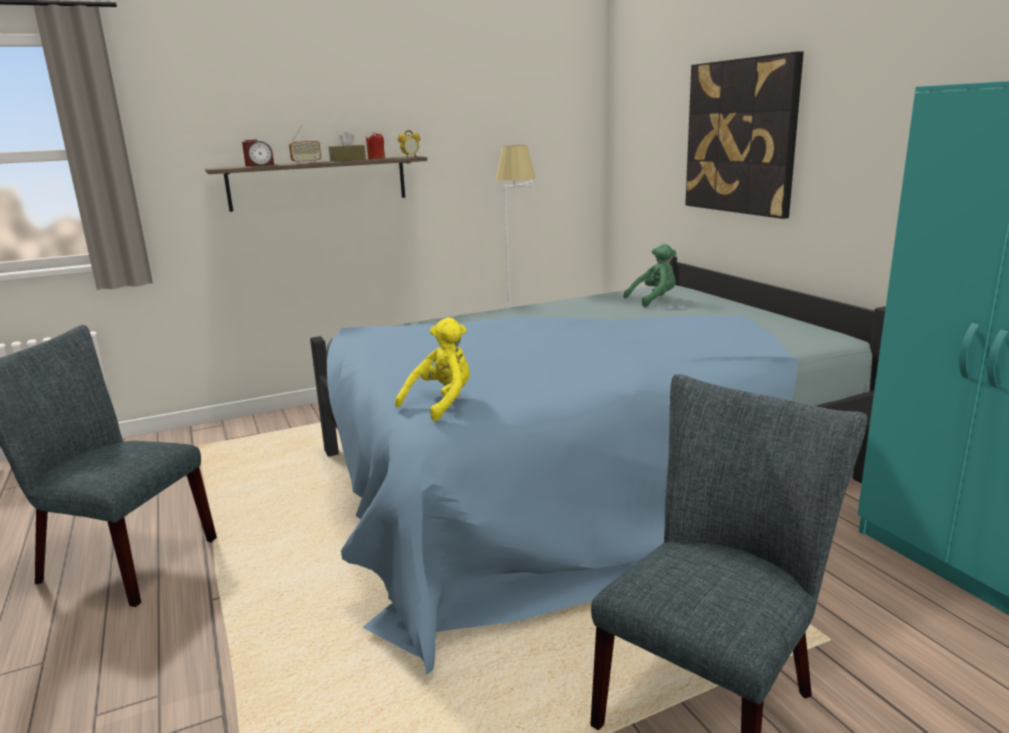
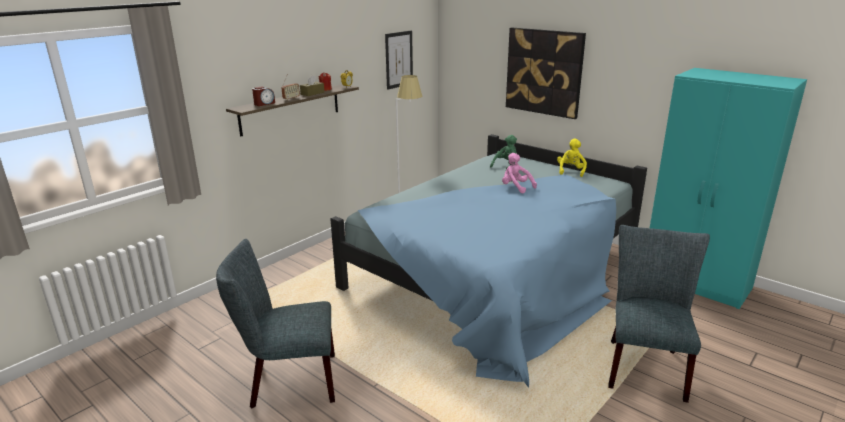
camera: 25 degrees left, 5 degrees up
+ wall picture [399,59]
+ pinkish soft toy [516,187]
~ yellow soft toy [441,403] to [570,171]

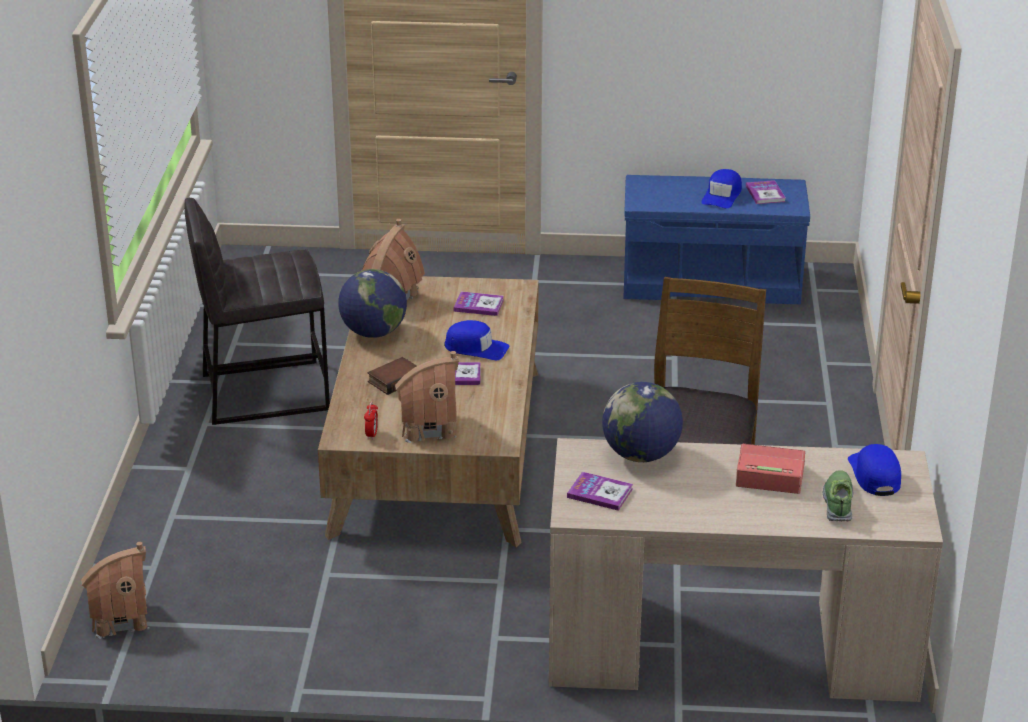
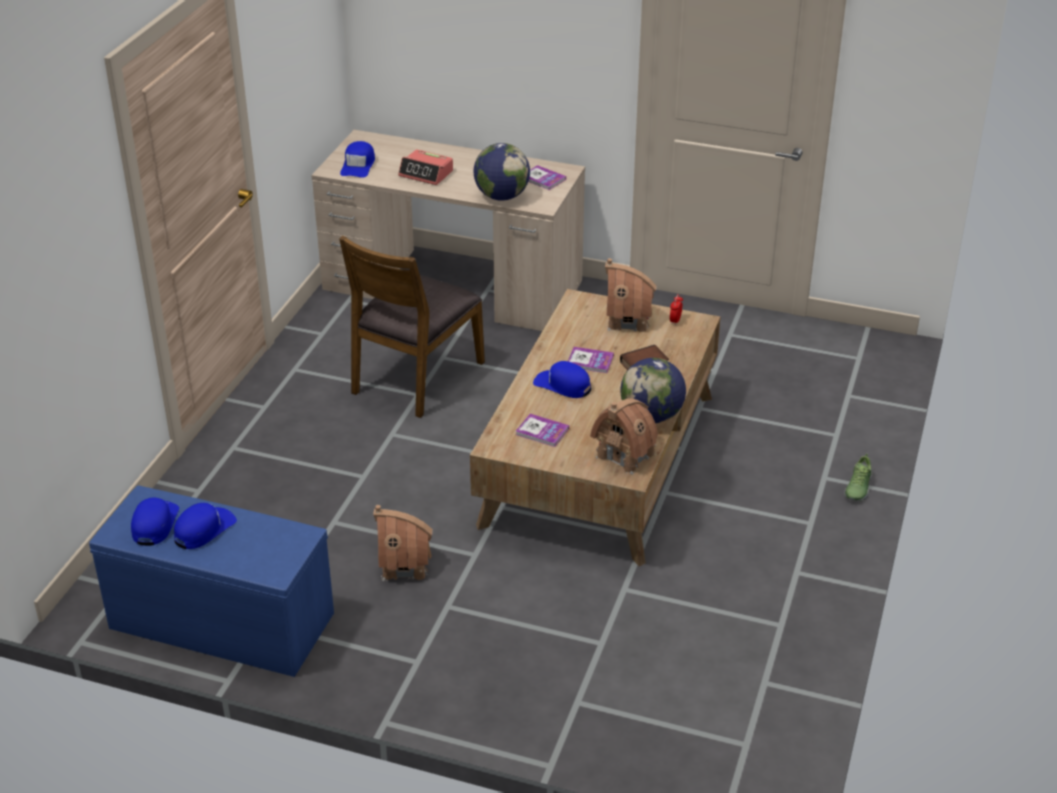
camera: 165 degrees left, 5 degrees up
~ book [765,194] to blue-coloured baseball cap [154,524]
~ miniature house [121,618] to [405,565]
~ shoe [839,503] to [857,488]
- greyish stool seat [264,391]

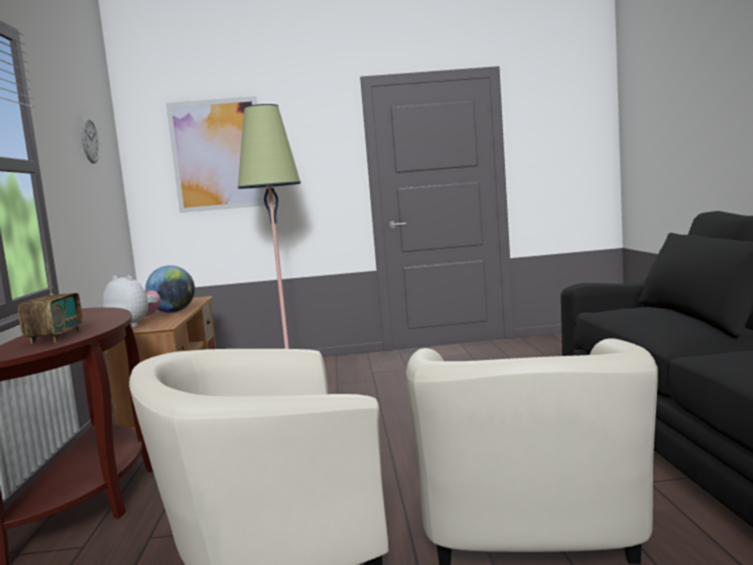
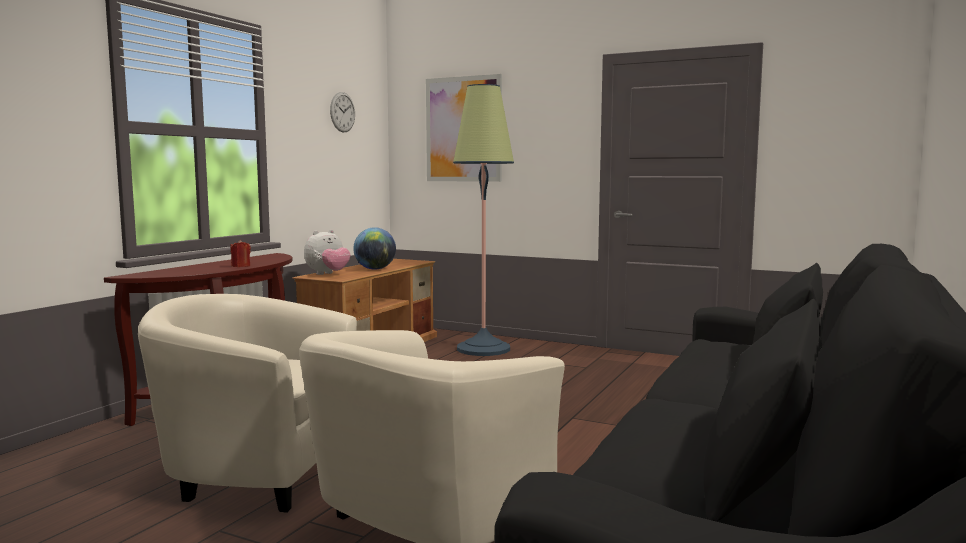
camera: 30 degrees right, 0 degrees up
+ red wax candle [240,266]
~ soft toy [134,325] = [328,274] 75 degrees clockwise
- radio [55,337]

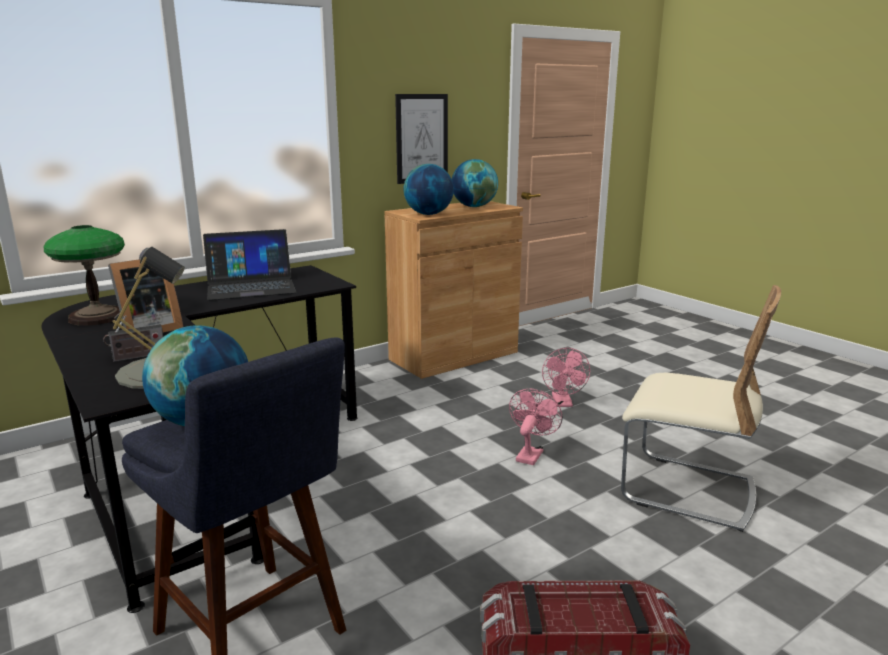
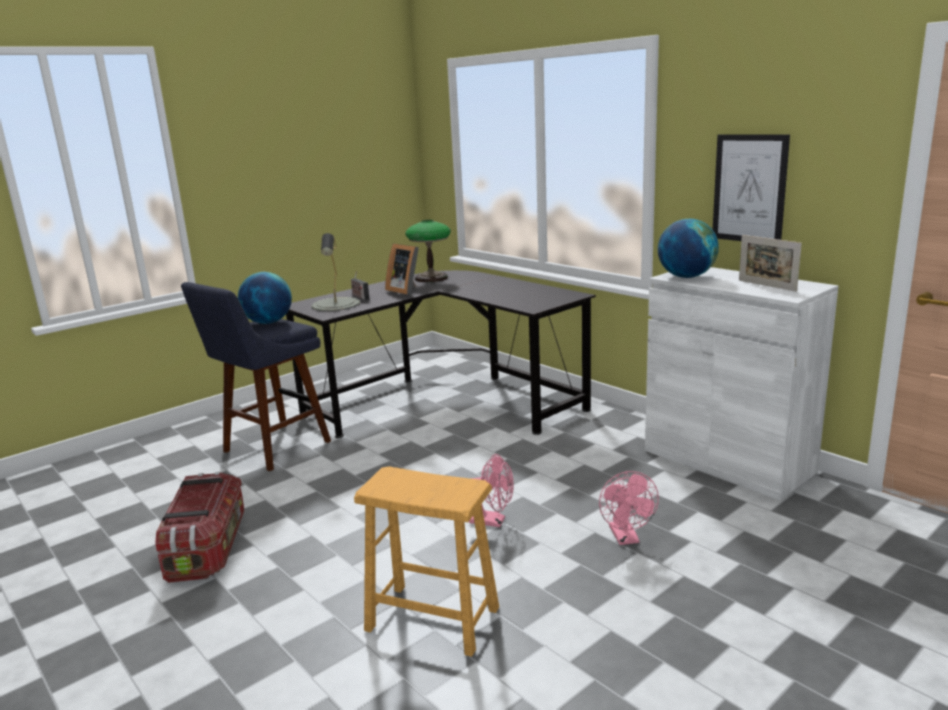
camera: 85 degrees right, 0 degrees up
~ sand-coloured plain chair [687,490] to brown stool seat [432,619]
~ pinkish electric fan [563,403] = [626,538] 90 degrees counterclockwise
~ brown cabinet [454,356] to white-coloured cabinet [727,461]
~ desk globe [474,206] to photo frame [766,285]
- notebook computer [251,286]

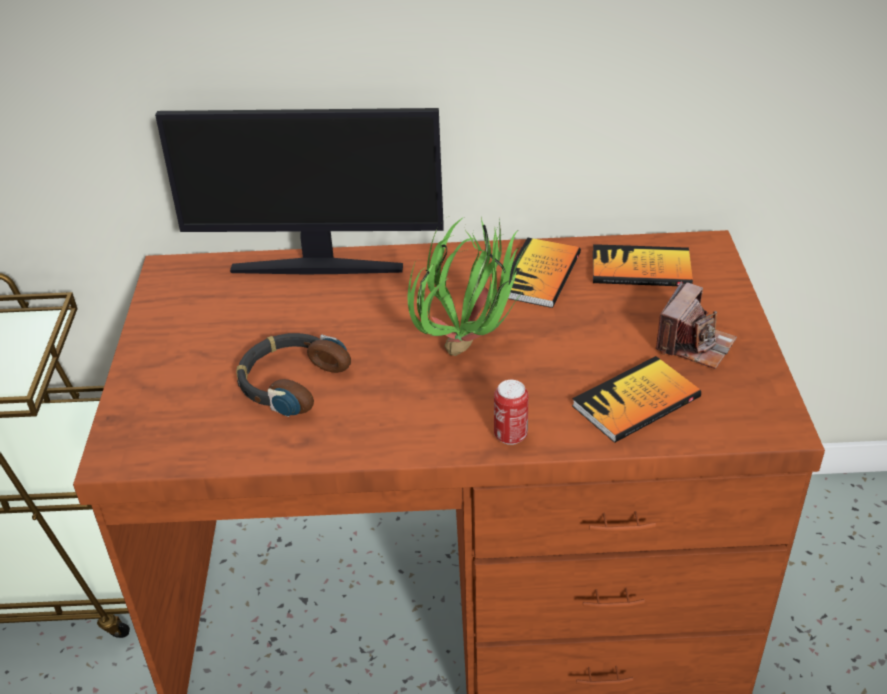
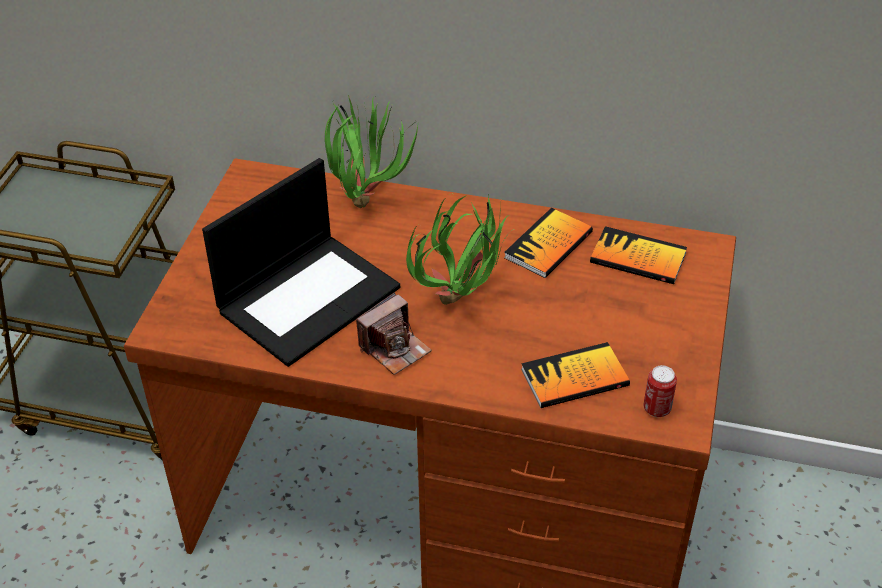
camera: 15 degrees right, 5 degrees up
~ headset [290,381] to notebook computer [309,297]
~ monitor [317,266] to houseplant [367,197]
~ photo camera [694,344] to [394,348]
~ sealed can [510,435] to [657,409]

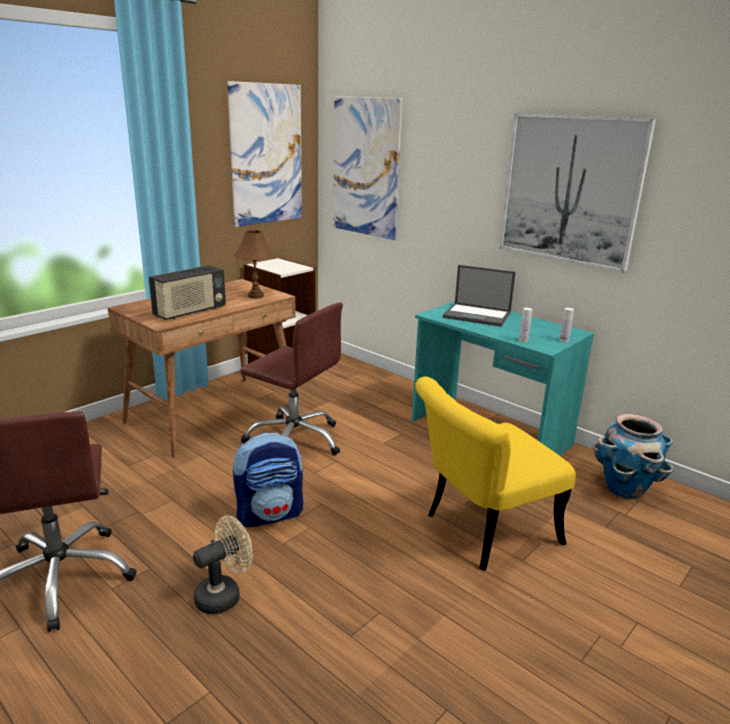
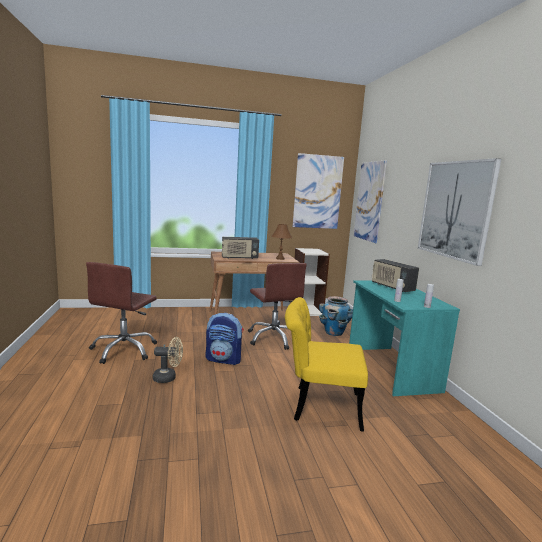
camera: 35 degrees right, 10 degrees down
~ flower pot [624,489] to [334,333]
~ notebook computer [478,315] to radio [392,287]

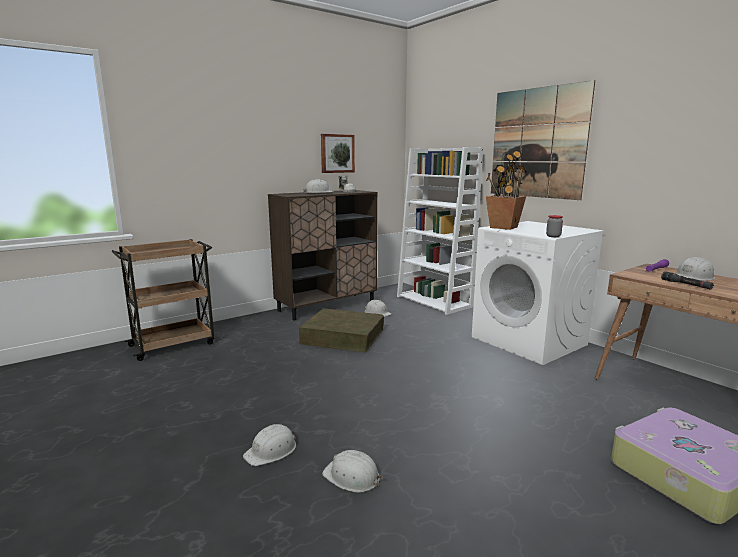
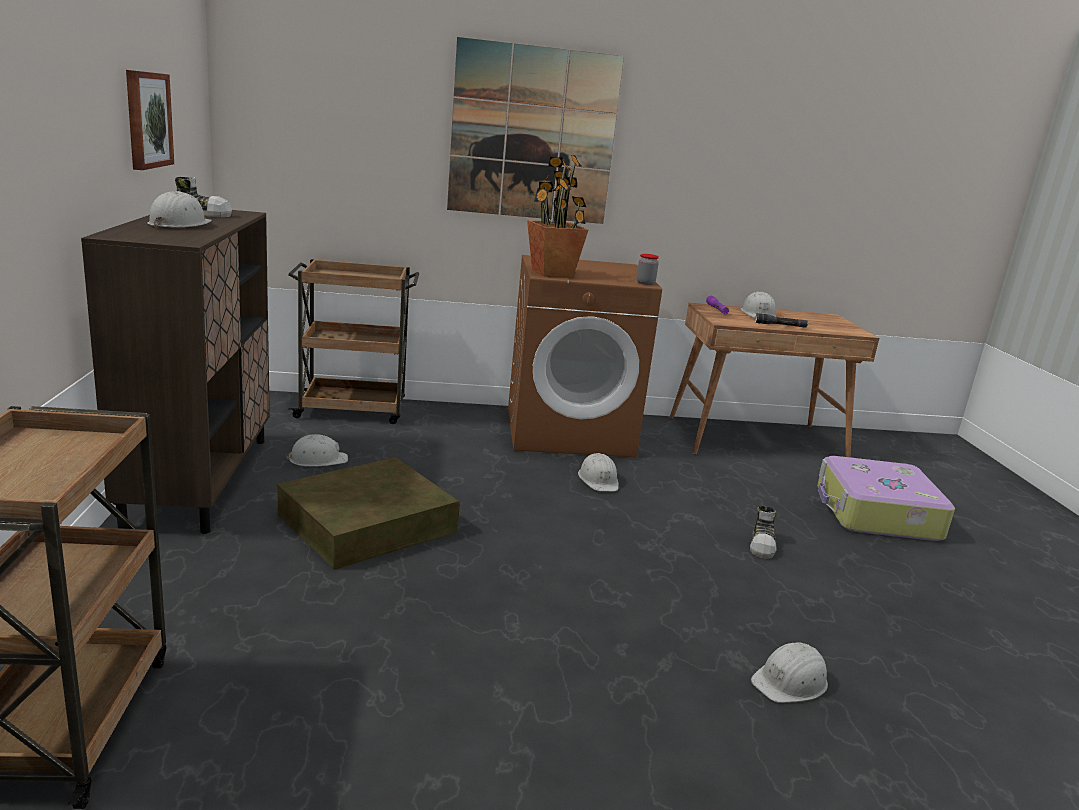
camera: 60 degrees left, 5 degrees up
~ white-coloured bookcase [434,301] to brown cart [353,410]
~ white-coloured laundry machine [529,341] to brown laundry machine [569,432]
~ white-coloured safety helmet [271,451] to [598,480]
+ shoe [763,545]

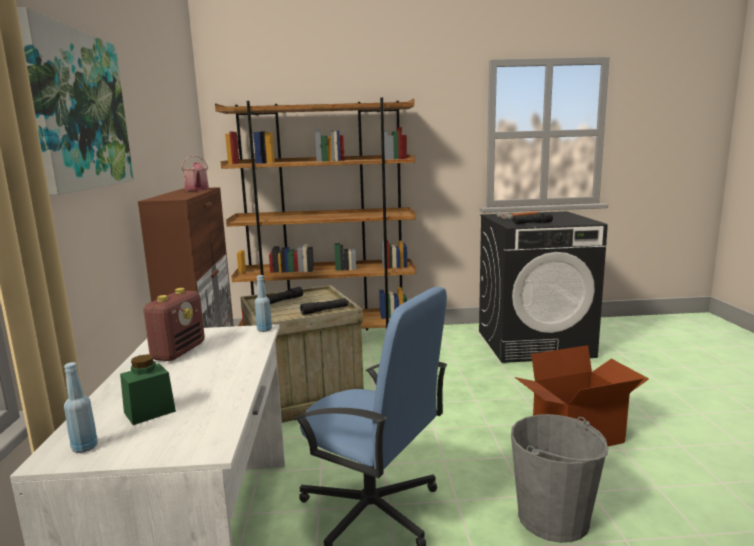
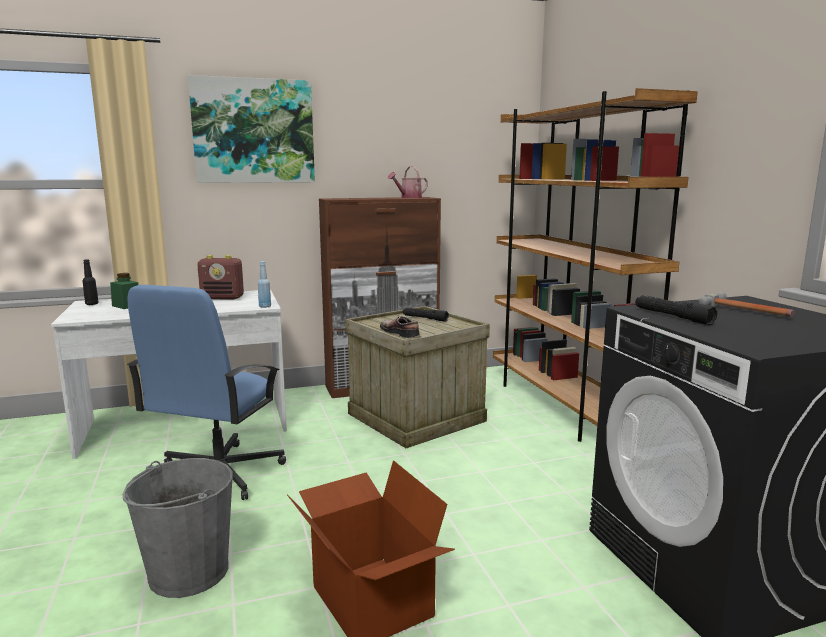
camera: 75 degrees right, 0 degrees up
~ blue-coloured bottle [85,447] to blackish bottle [92,304]
~ blackish flashlight [325,310] to shoe [401,333]

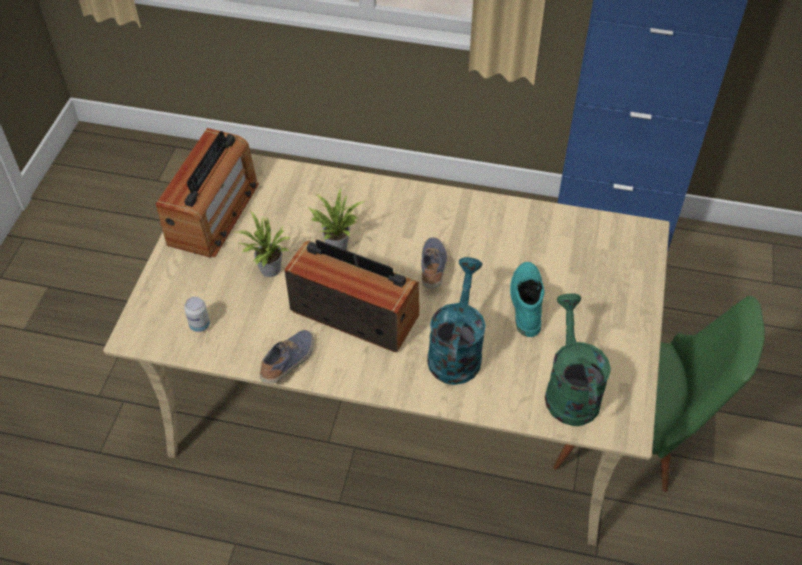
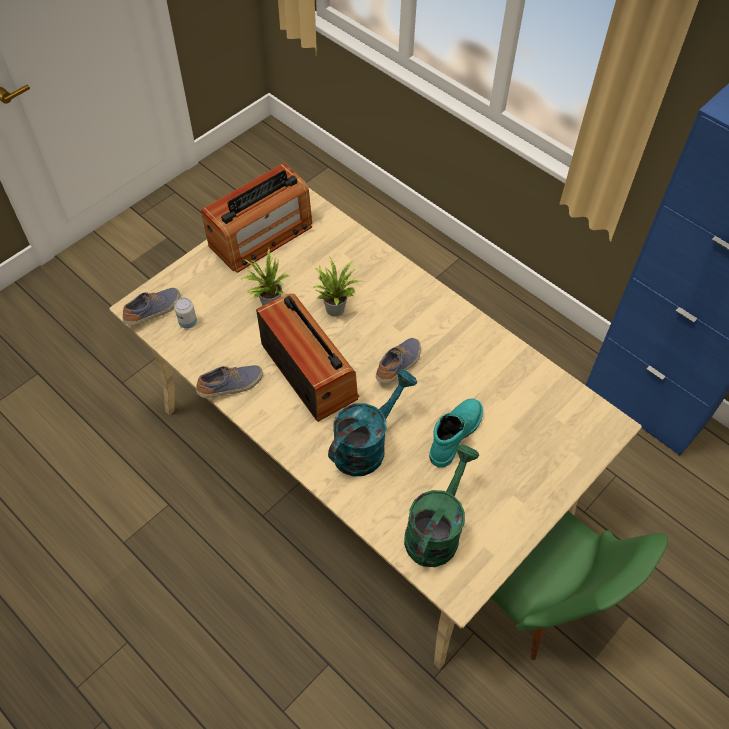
camera: 30 degrees right, 5 degrees up
+ shoe [154,312]

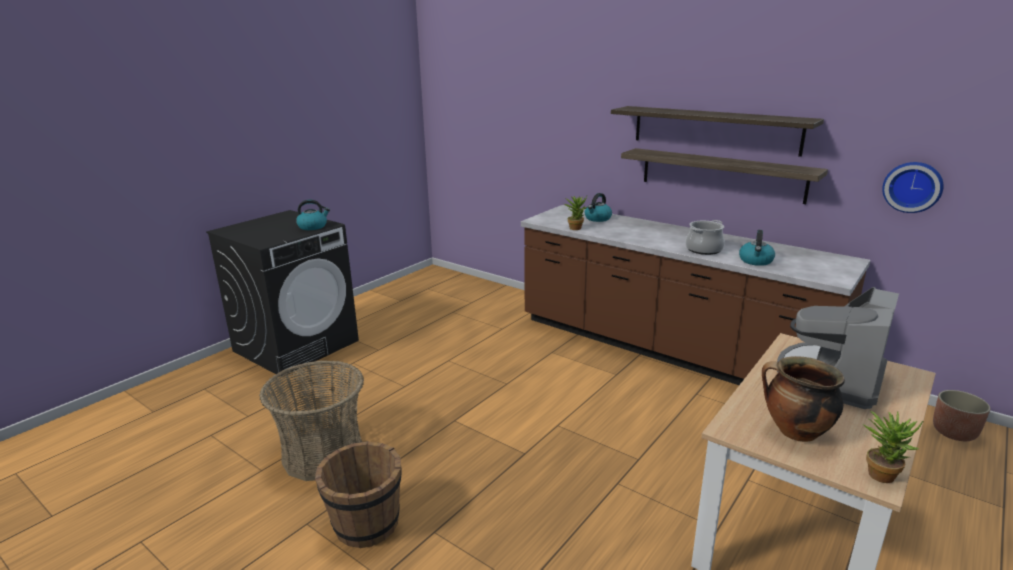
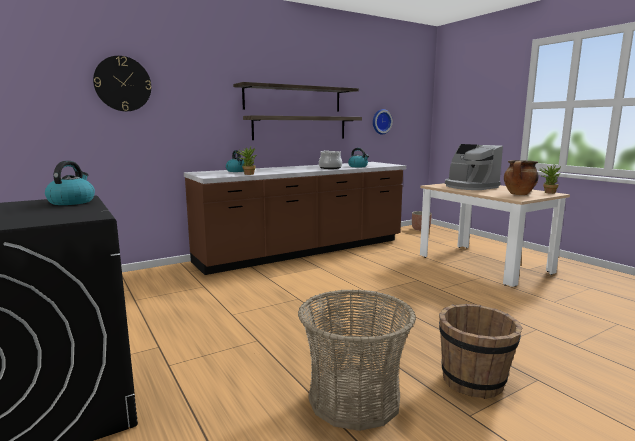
camera: 70 degrees left, 10 degrees down
+ clock on the wall [123,84]

